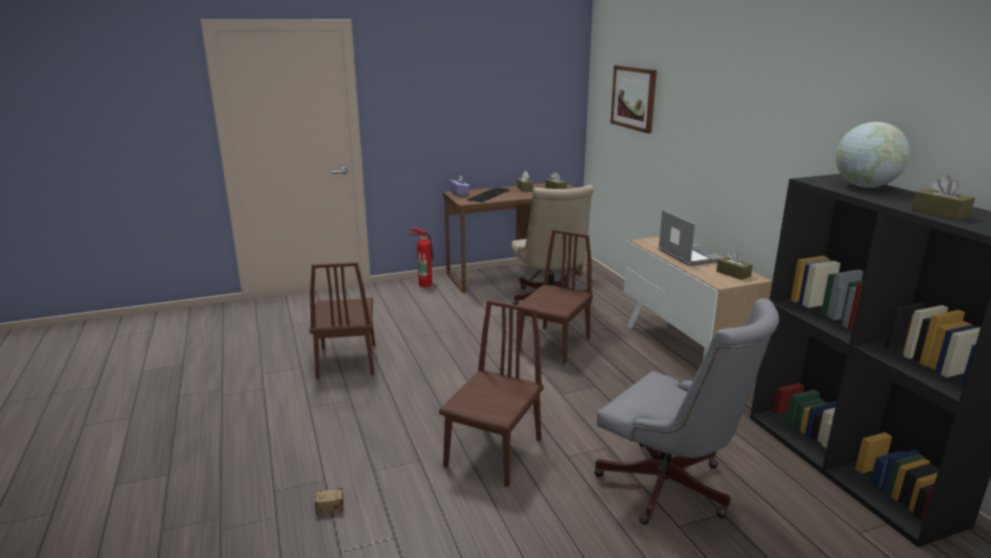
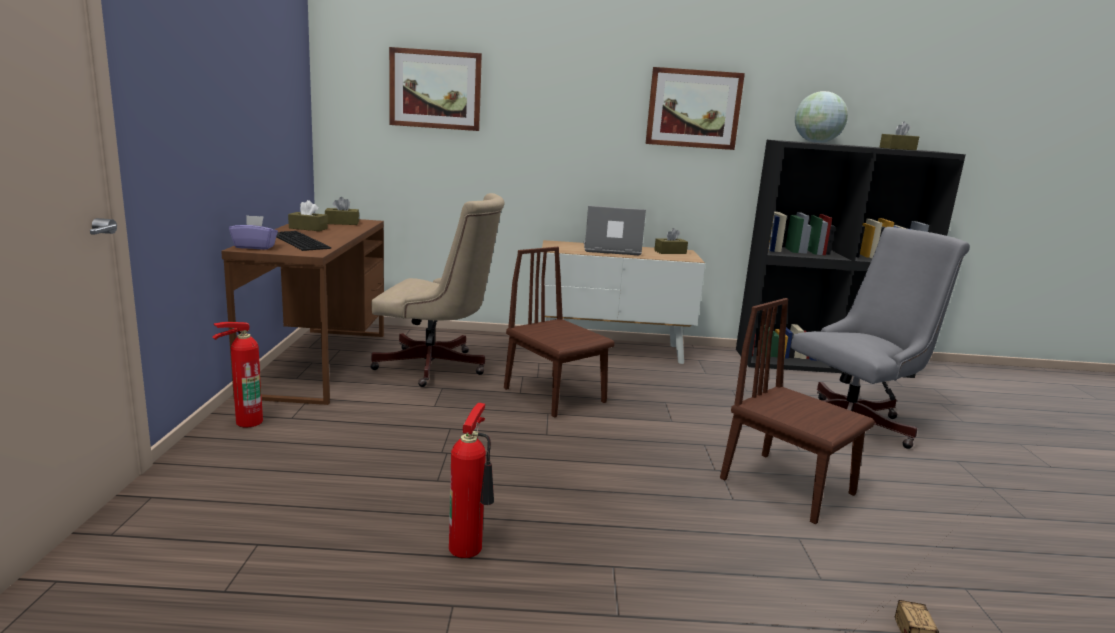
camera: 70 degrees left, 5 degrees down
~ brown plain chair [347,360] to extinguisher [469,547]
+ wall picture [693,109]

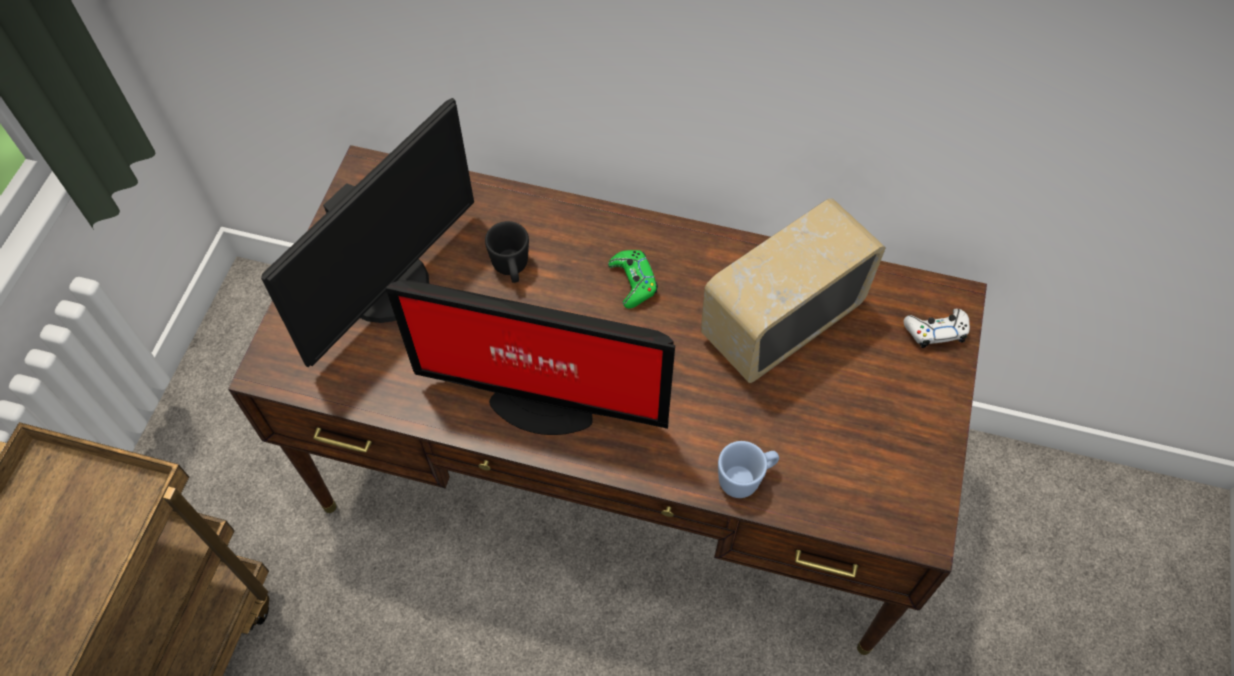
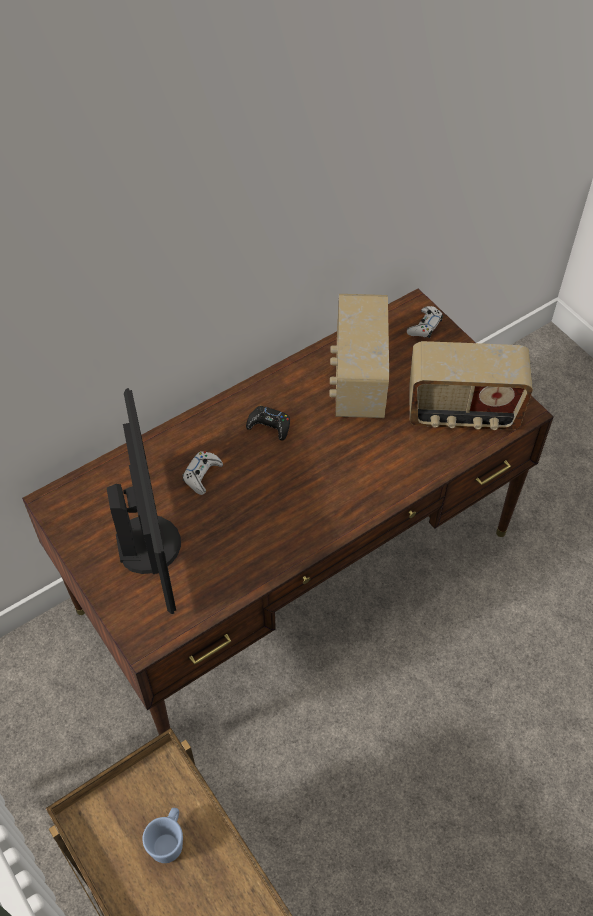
camera: 50 degrees left, 5 degrees down
~ blue-coloured tea mug [745,478] to [169,840]
~ blackish tea mug [511,269] to white-coloured game controller [202,475]
~ greenish game controller [633,282] to blackish game controller [269,426]
+ radio [462,413]
- monitor [540,402]

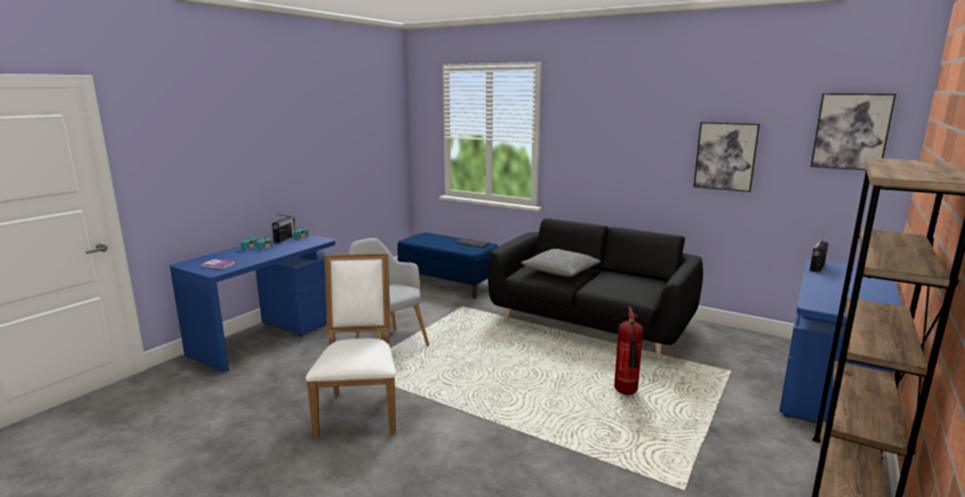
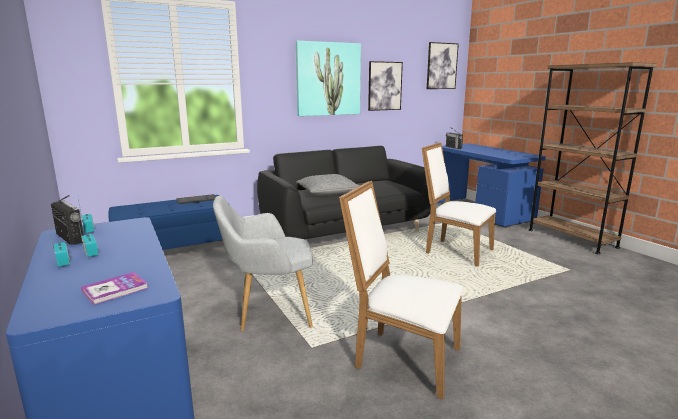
camera: 60 degrees left, 0 degrees up
+ wall picture [328,79]
~ extinguisher [626,393] to white-coloured plain chair [455,251]

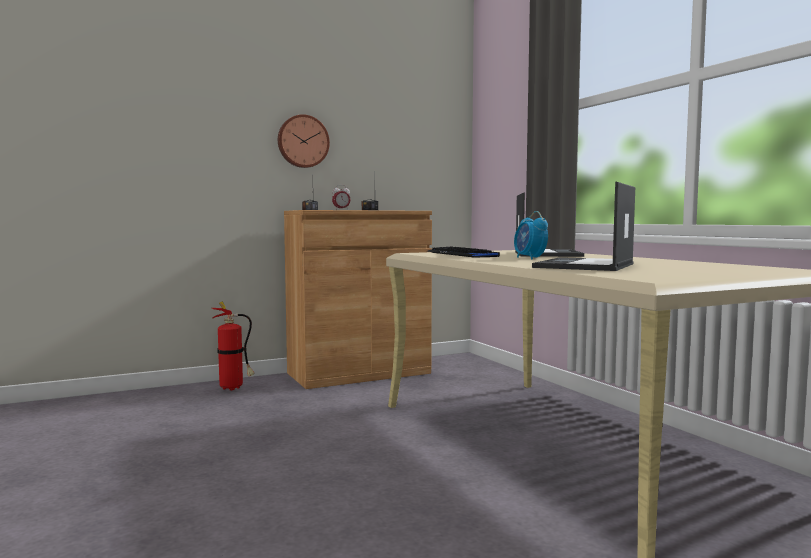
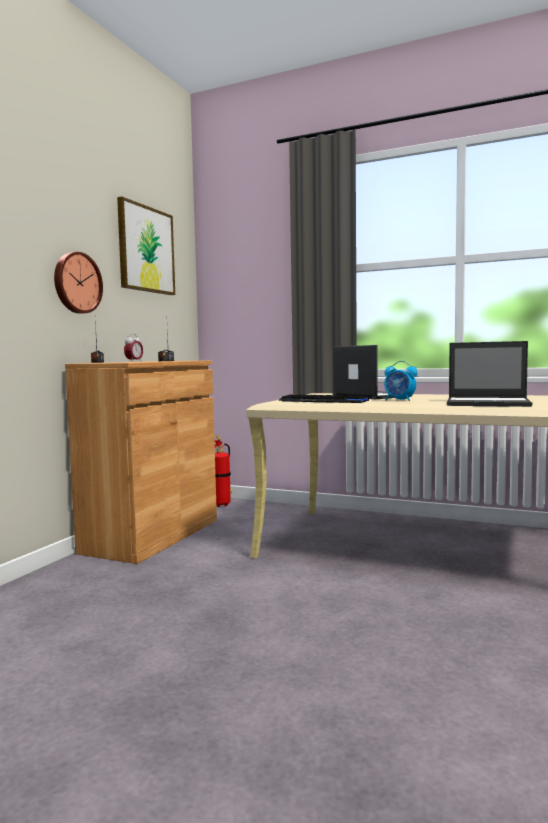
camera: 40 degrees left, 0 degrees up
+ wall picture [146,249]
~ extinguisher [234,388] to [222,504]
~ notebook computer [585,266] = [488,403] 60 degrees counterclockwise

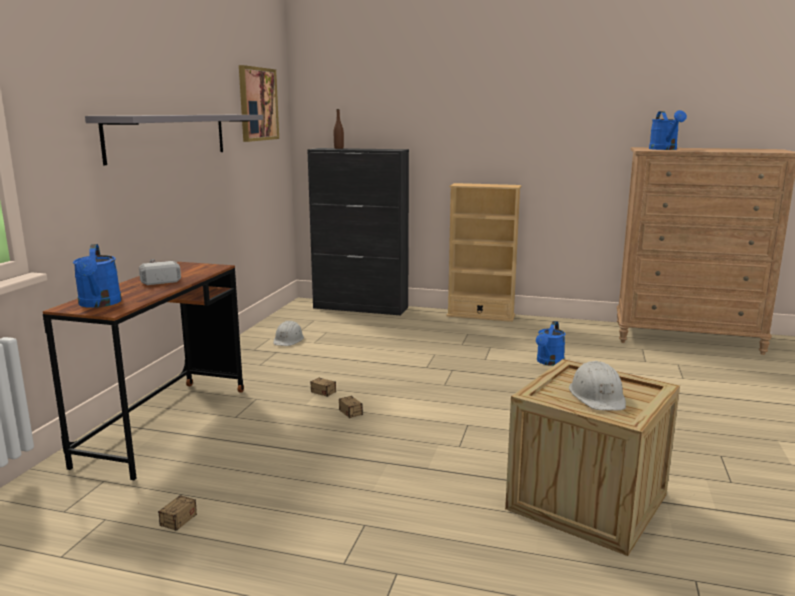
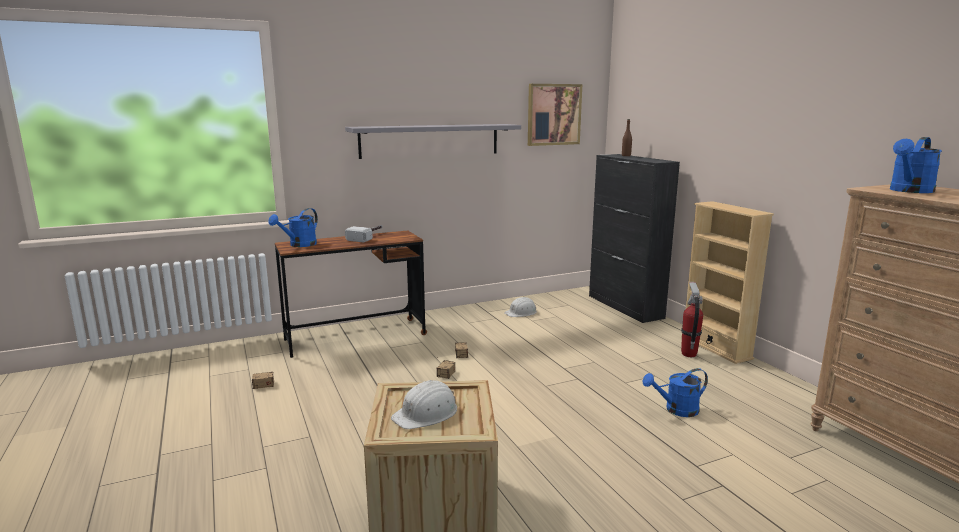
camera: 50 degrees right, 0 degrees up
+ extinguisher [688,354]

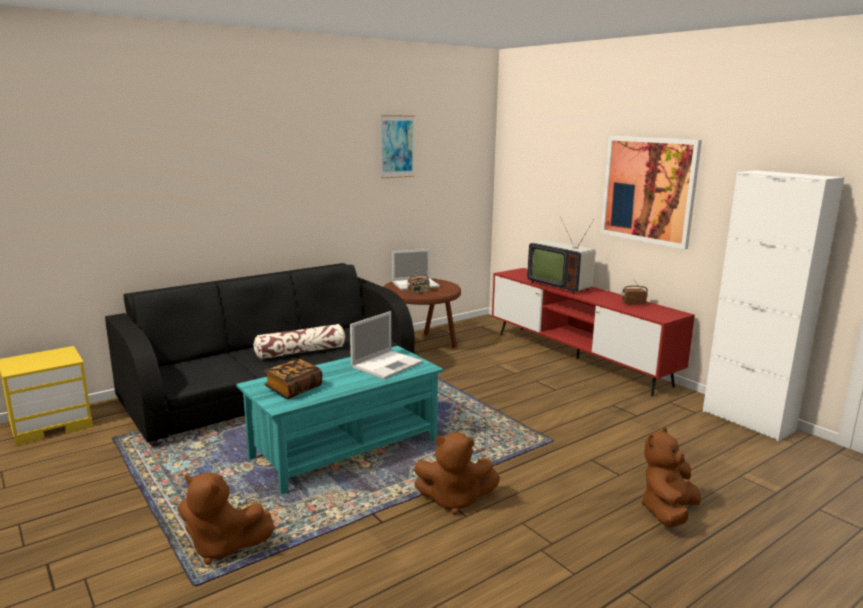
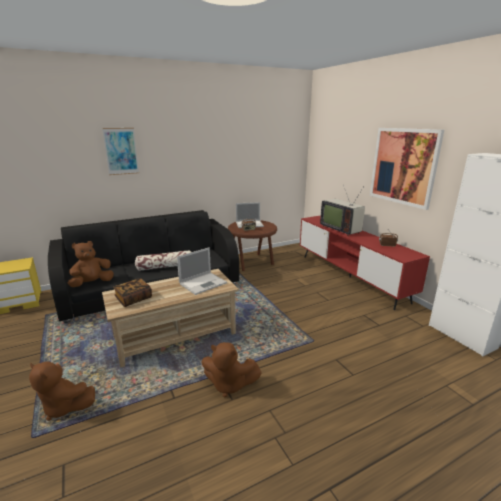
camera: 10 degrees right, 5 degrees up
~ brown soft toy [668,512] to [92,283]
~ wall picture [397,146] to [121,151]
~ blue-green coffee table [345,449] to sand-coloured coffee table [175,335]

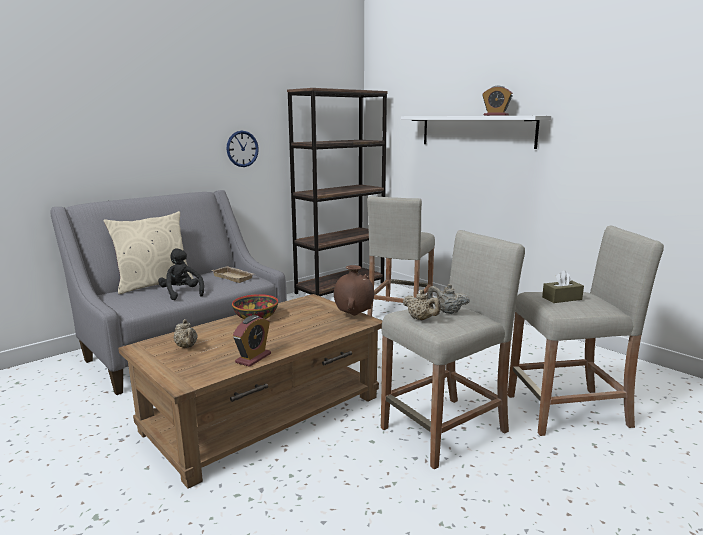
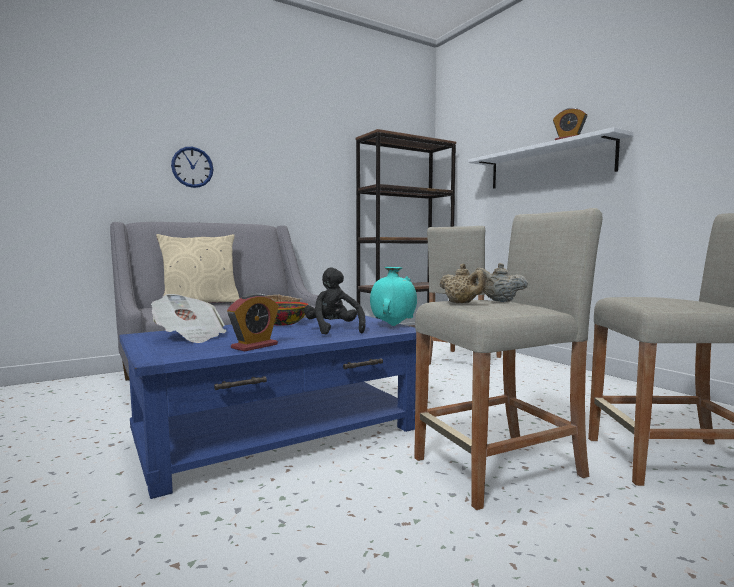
camera: 10 degrees right, 10 degrees down
~ brown coffee table [264,413] to blue-coloured coffee table [280,433]
~ sand-coloured teapot [187,347] to newspaper [190,337]
~ clock on the wall [242,149] to [192,167]
~ blackish soft toy [182,293] to [333,330]
~ brown vase [353,315] to blue-green vase [393,325]
- brown tissue holder [562,298]

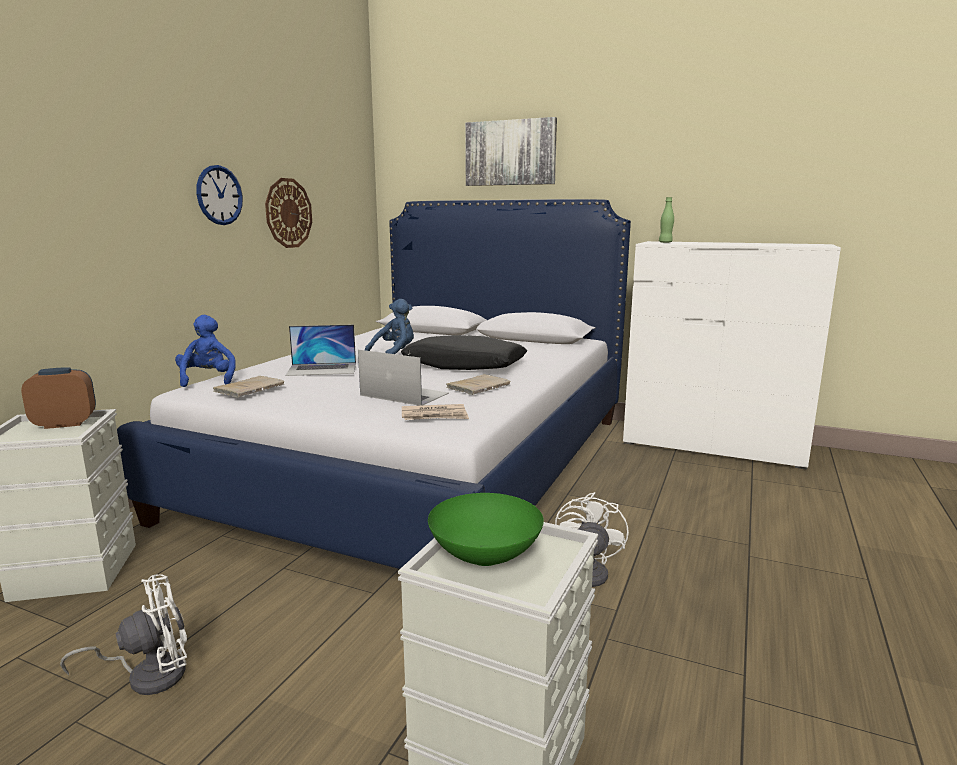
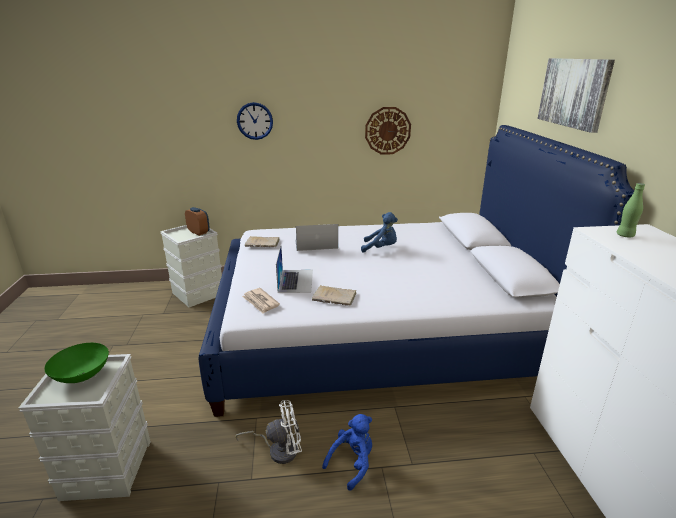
camera: 60 degrees right, 10 degrees up
~ clock on the wall [219,195] to [255,121]
~ notebook computer [322,369] = [316,244] 120 degrees clockwise
~ blue-coloured soft toy [208,380] to [352,463]
- white-coloured electric fan [148,674]
- blackish cushion [464,365]

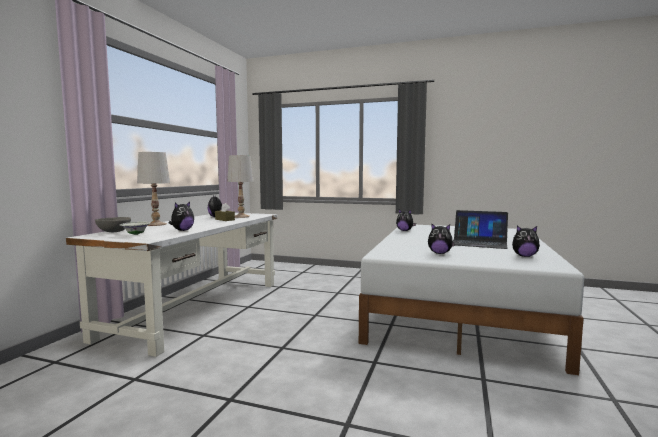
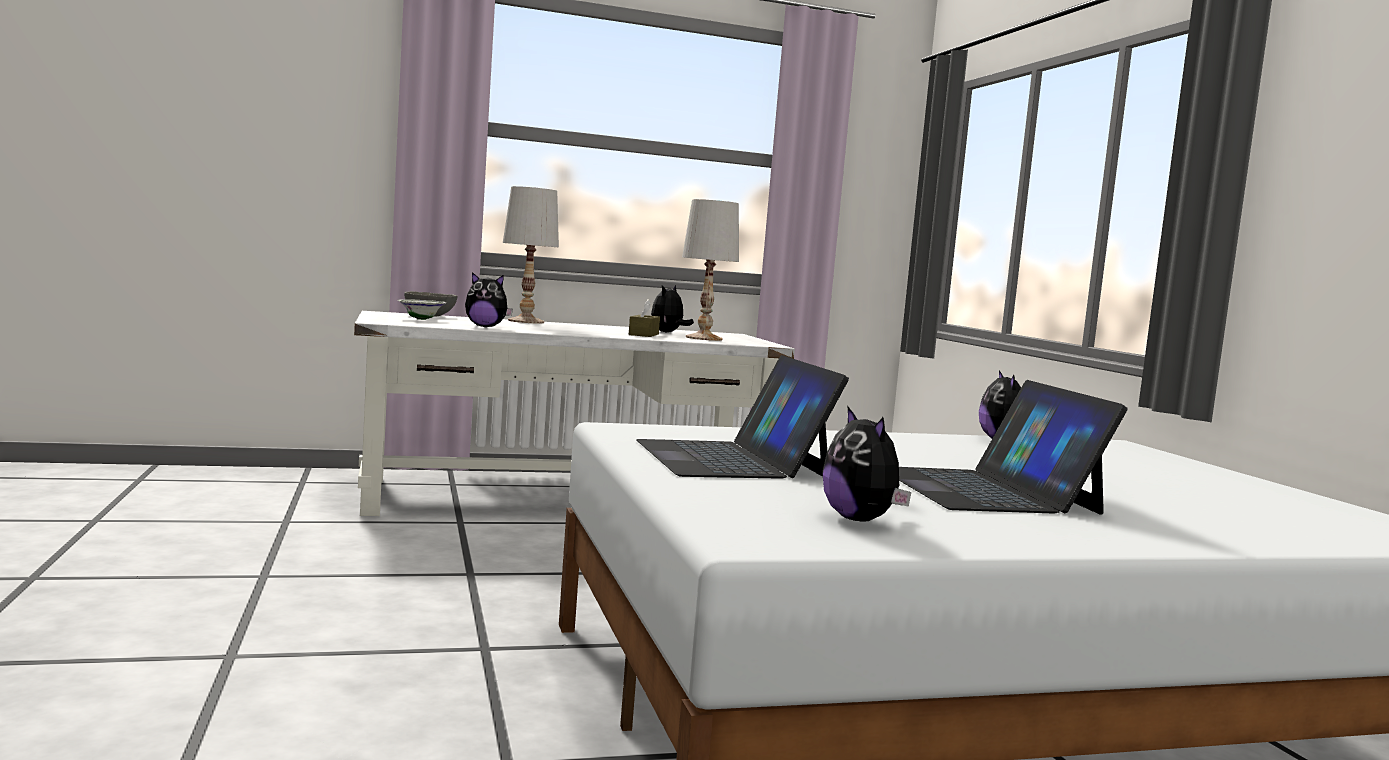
camera: 55 degrees right, 0 degrees up
~ soft toy [439,253] to notebook computer [731,459]

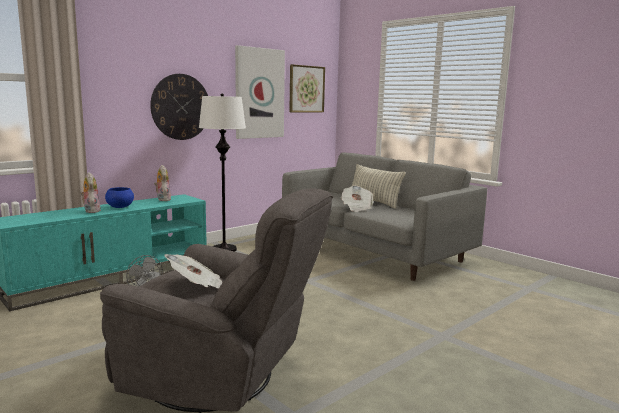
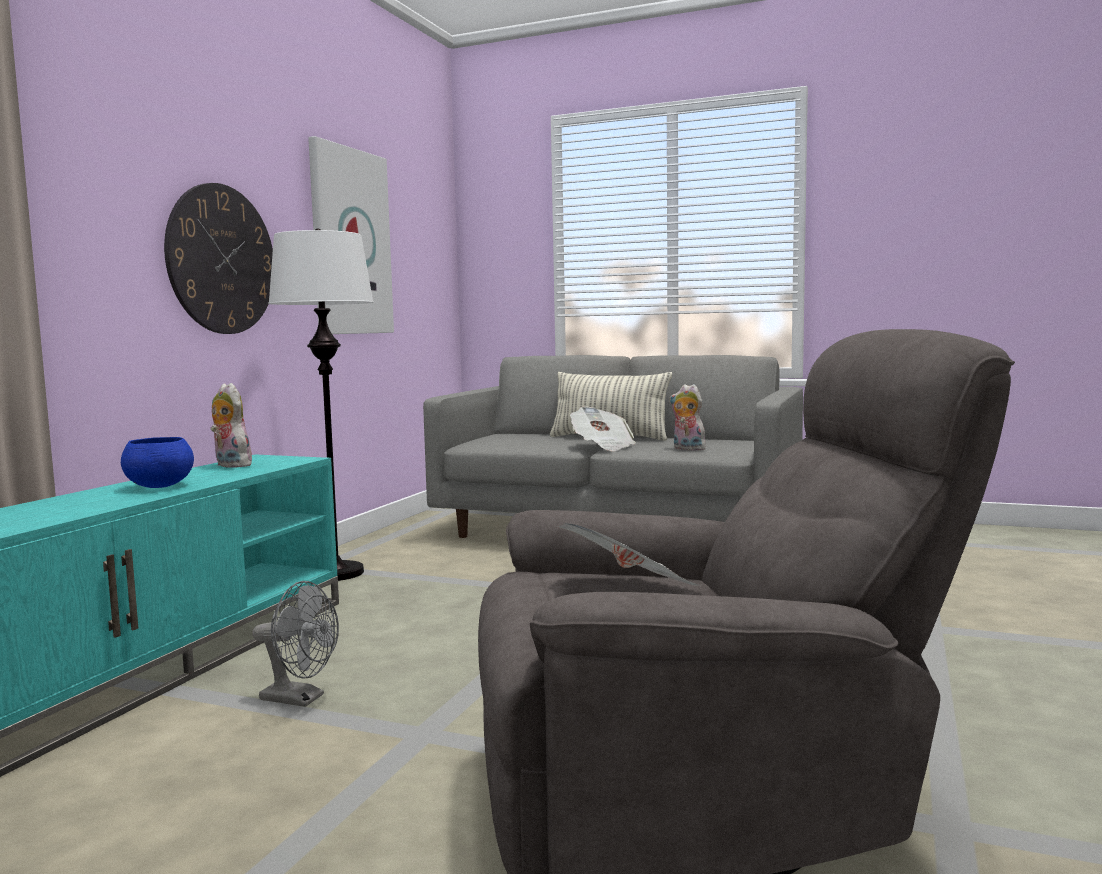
camera: 25 degrees left, 5 degrees down
~ soft toy [91,211] to [687,449]
- wall picture [306,89]

